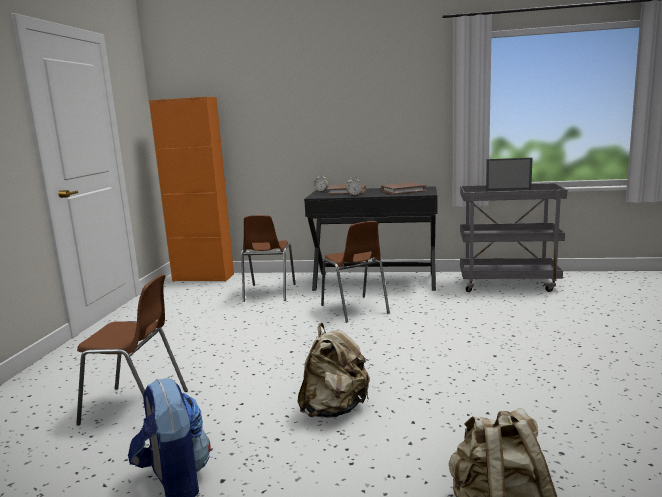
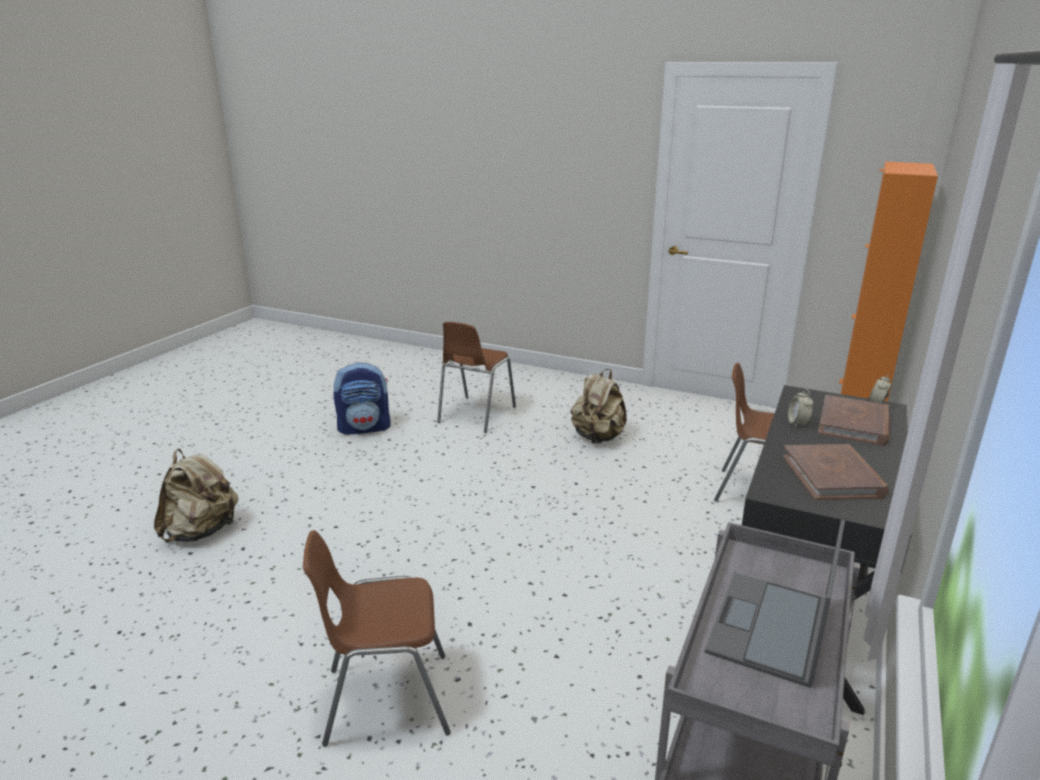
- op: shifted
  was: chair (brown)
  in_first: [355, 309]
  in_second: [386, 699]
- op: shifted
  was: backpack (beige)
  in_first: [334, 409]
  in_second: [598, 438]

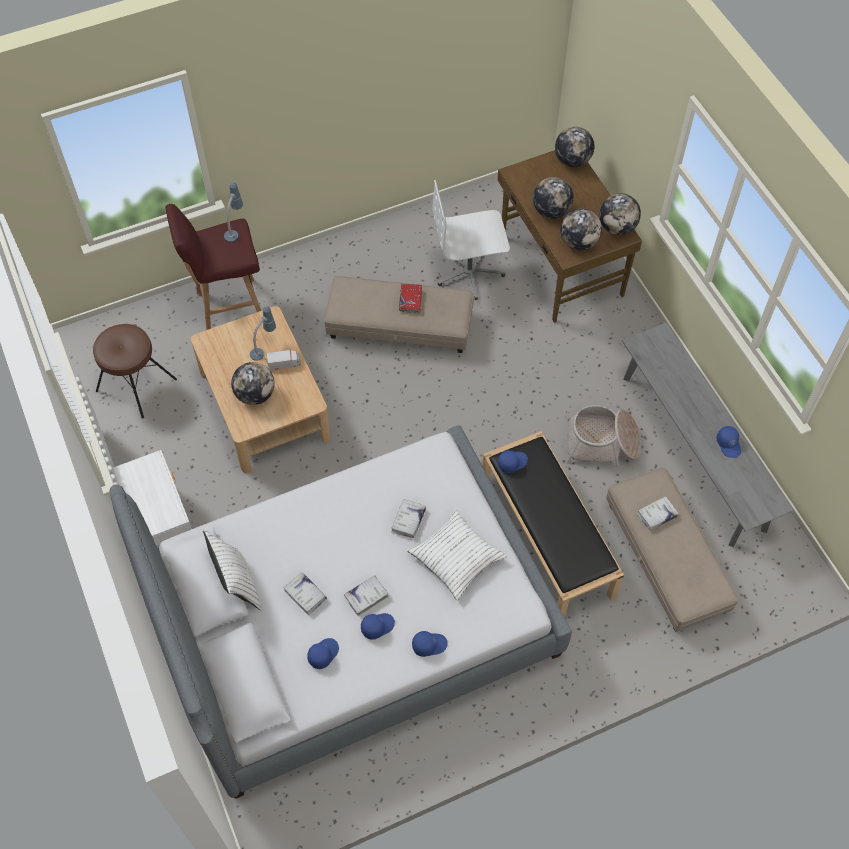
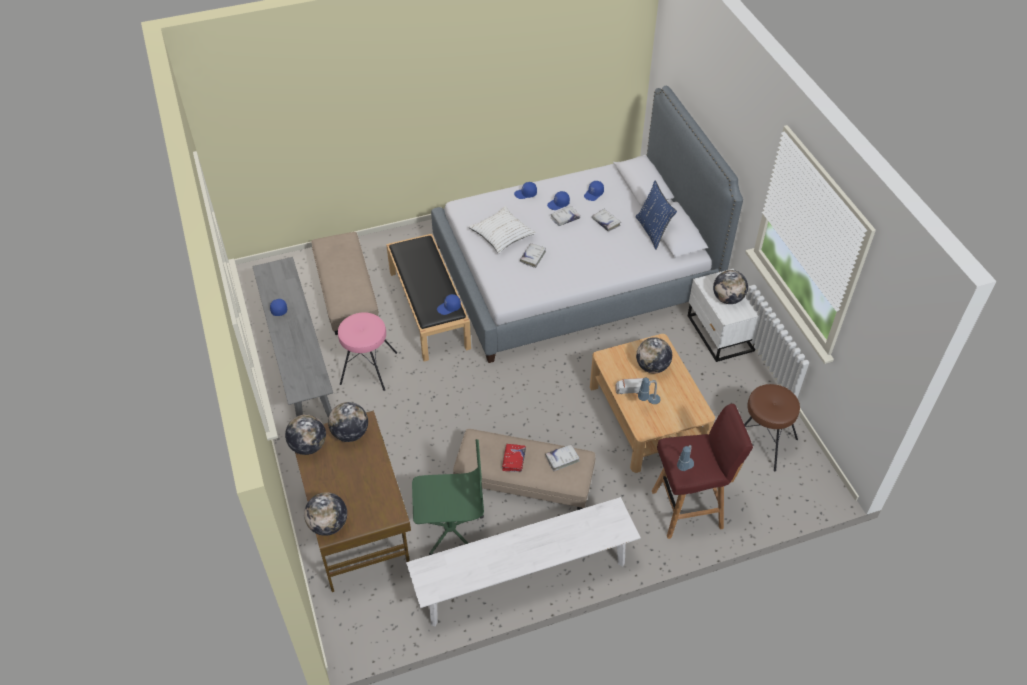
- op: shifted
  was: globe
  in_first: [551, 211]
  in_second: [728, 298]
- op: repainted
  was: office chair (white)
  now: office chair (green)
  in_first: [469, 272]
  in_second: [449, 528]
- op: swapped
  was: basket
  now: stool (pink)
  in_first: [602, 443]
  in_second: [368, 368]
- op: shifted
  was: book (white)
  in_first: [656, 515]
  in_second: [562, 459]
- op: repainted
  was: pillow (white)
  now: pillow (blue)
  in_first: [237, 583]
  in_second: [653, 231]
- op: new
  now: bench (white)
  in_second: [523, 578]

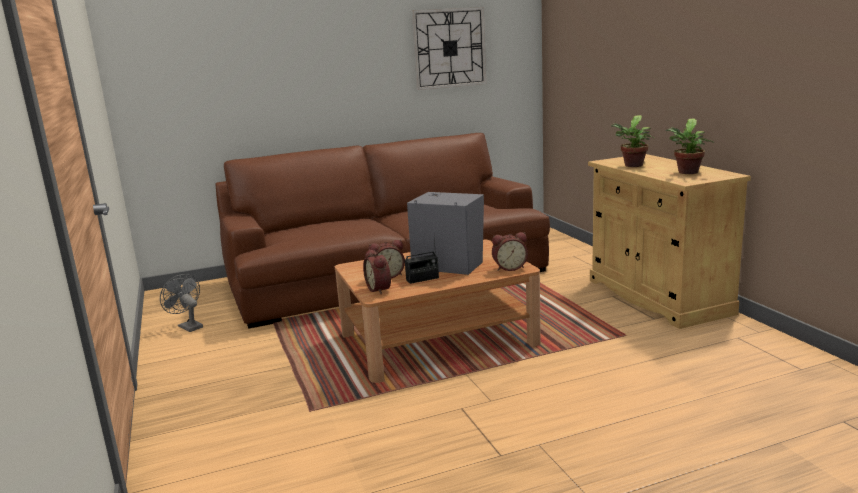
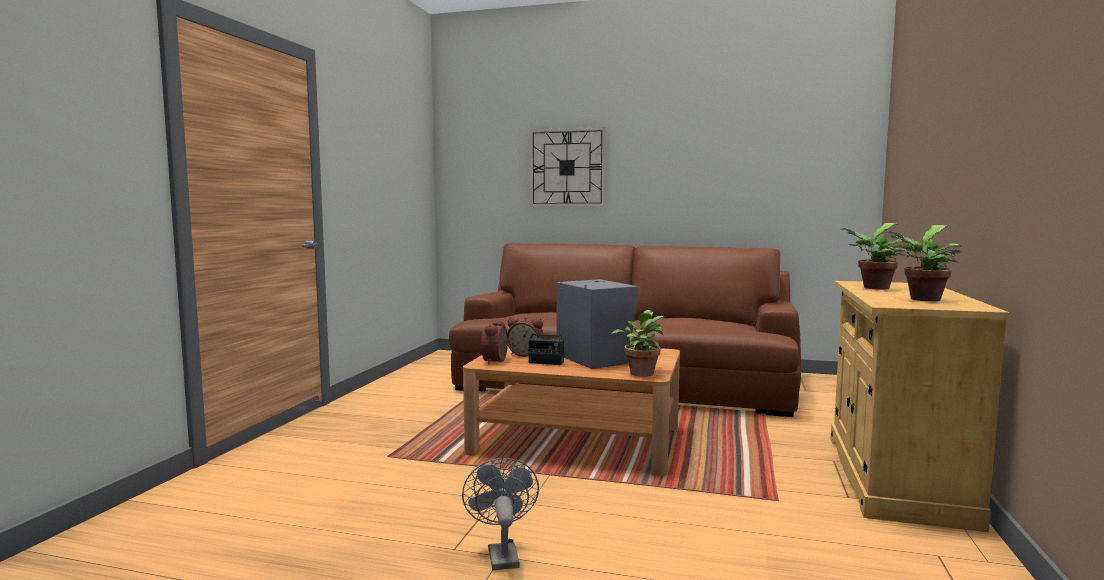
- op: shifted
  was: wall clock
  in_first: [449, 48]
  in_second: [567, 167]
- op: swapped
  was: alarm clock
  now: potted plant
  in_first: [509, 268]
  in_second: [641, 373]
- op: shifted
  was: fan (grey)
  in_first: [188, 326]
  in_second: [501, 554]

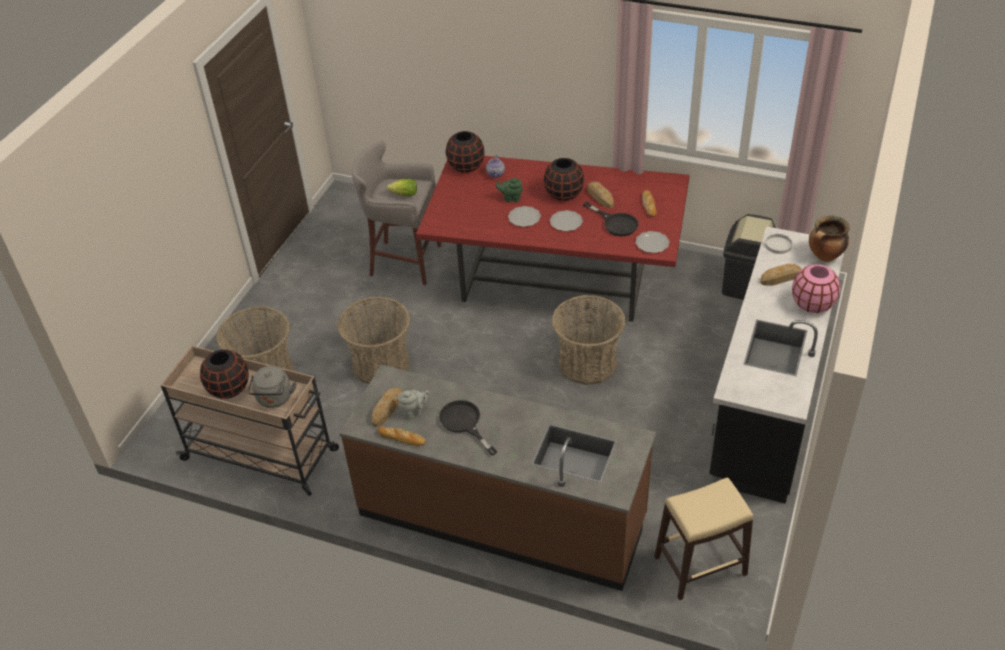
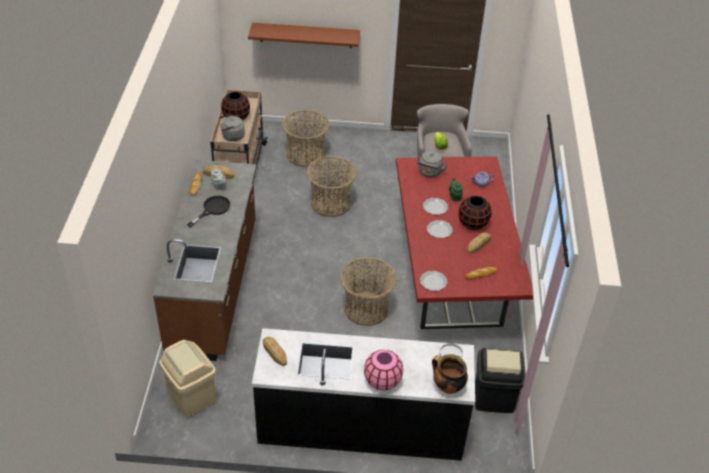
- op: gone
  was: vase (black)
  in_first: [466, 166]
- op: gone
  was: frying pan (black)
  in_first: [616, 223]
- op: shifted
  was: bread
  in_first: [781, 277]
  in_second: [274, 352]
- op: swapped
  was: stool (beige)
  now: trash can (beige)
  in_first: [701, 566]
  in_second: [191, 397]
- op: new
  now: shelf (brown)
  in_second: [306, 35]
- op: new
  now: kettle (grey)
  in_second: [429, 173]

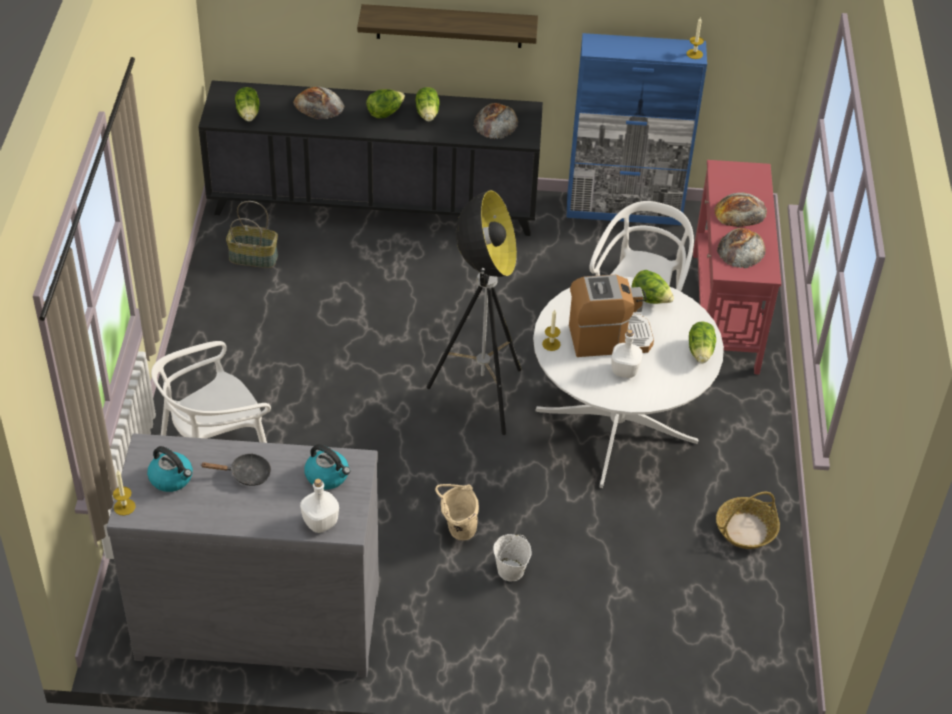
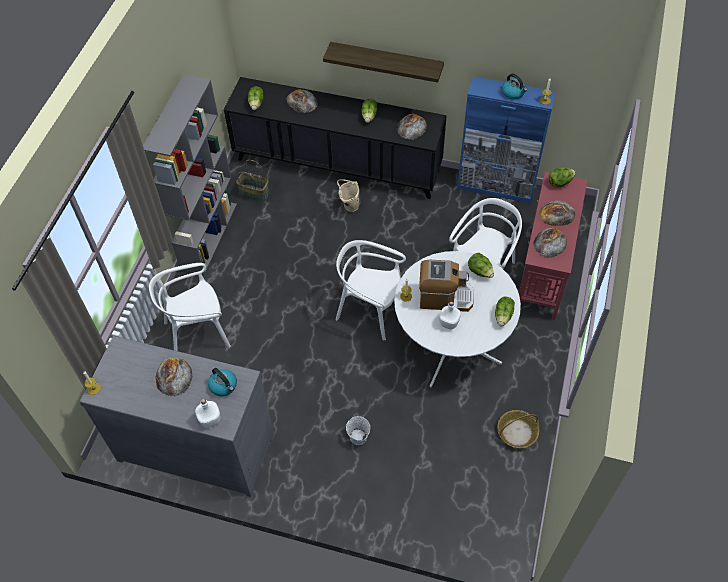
- op: shifted
  was: lettuce
  in_first: [385, 113]
  in_second: [560, 182]
- op: swapped
  was: floor lamp
  now: chair (white)
  in_first: [480, 396]
  in_second: [370, 310]
- op: shifted
  was: kettle
  in_first: [172, 478]
  in_second: [513, 93]
- op: swapped
  was: frying pan (black)
  now: bread
  in_first: [246, 474]
  in_second: [173, 376]
- op: shifted
  was: bucket (beige)
  in_first: [457, 530]
  in_second: [349, 206]
- op: new
  now: bookcase (grey)
  in_second: [208, 235]

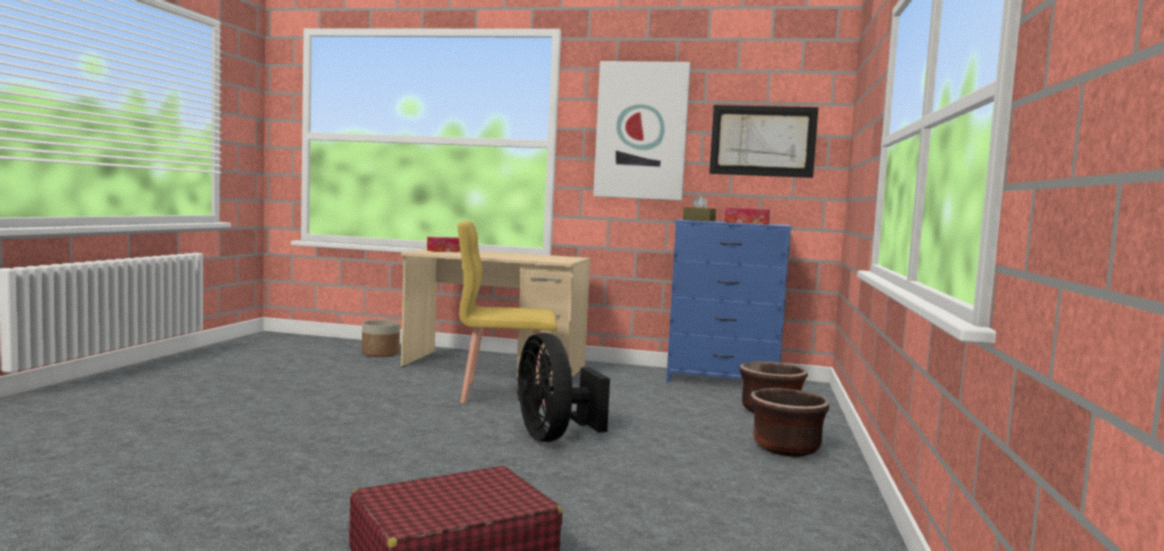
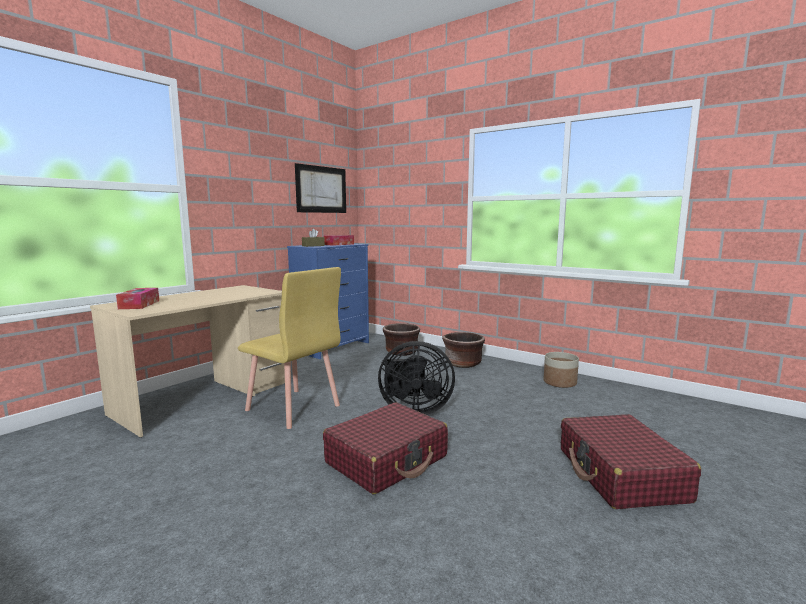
- op: gone
  was: picture
  in_first: [641, 131]
- op: rotated
  was: chair (yellow)
  in_first: [504, 393]
  in_second: [293, 408]
  clockwise: -75
- op: shifted
  was: planter
  in_first: [380, 354]
  in_second: [560, 382]
- op: new
  now: suitcase (red)
  in_second: [387, 460]

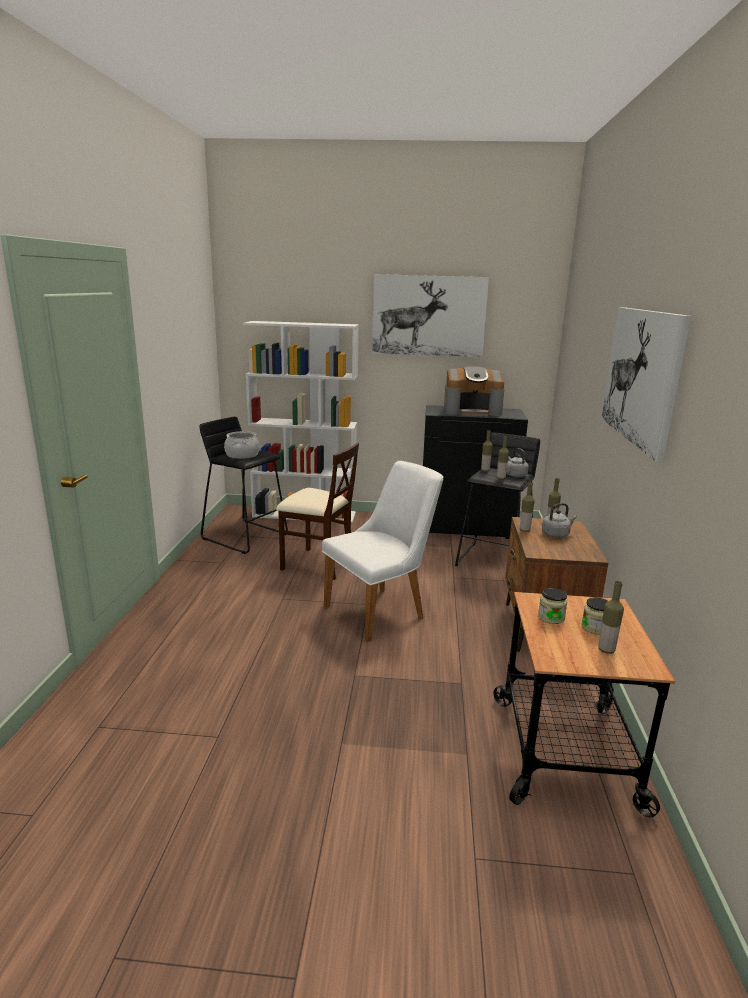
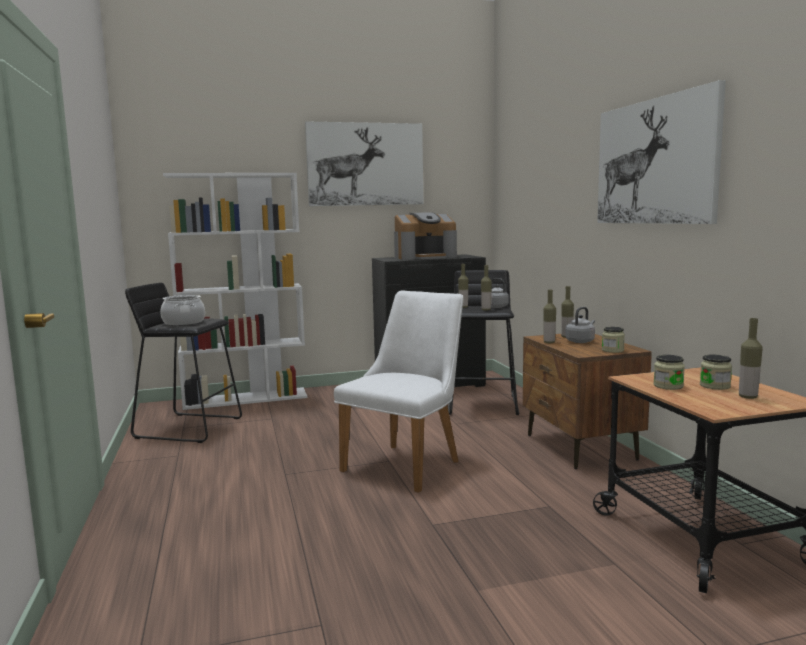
- op: gone
  was: chair (beige)
  in_first: [318, 564]
- op: new
  now: jar
  in_second: [612, 350]

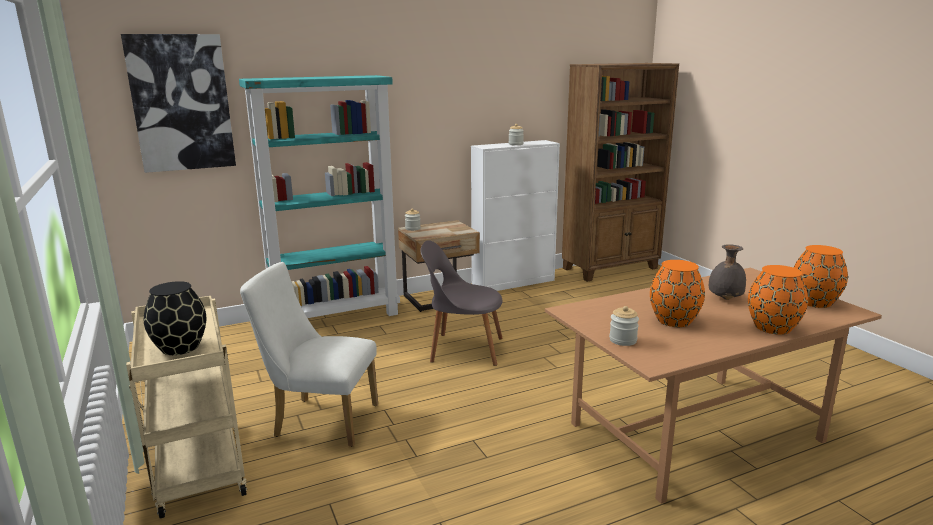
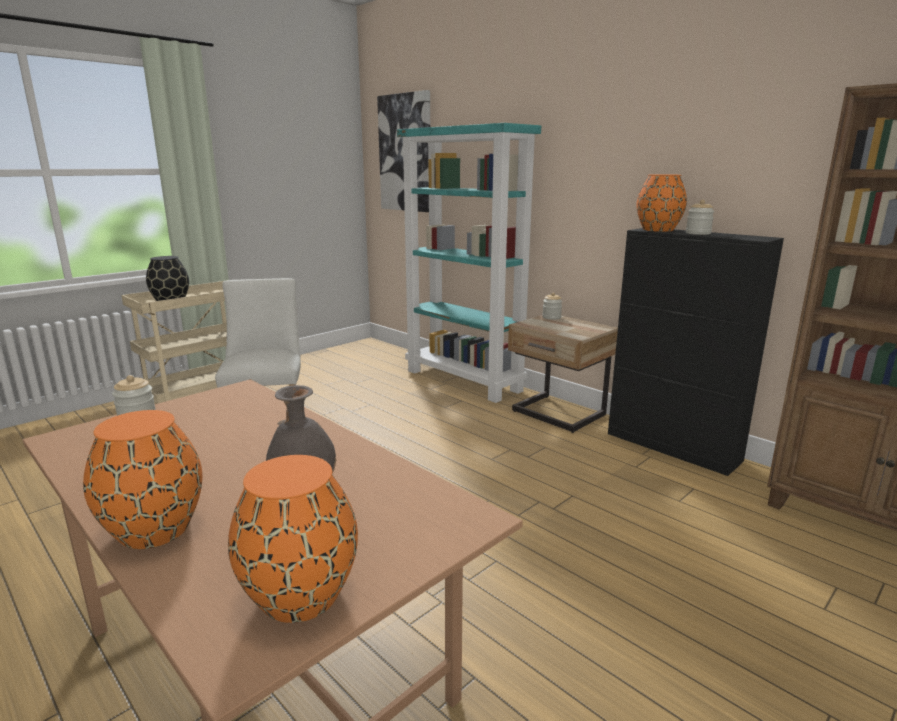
- op: repainted
  was: cabinet (white)
  now: cabinet (black)
  in_first: [513, 282]
  in_second: [673, 447]
- op: gone
  was: chair (grey)
  in_first: [463, 349]
- op: shifted
  was: vase (orange)
  in_first: [674, 321]
  in_second: [657, 230]

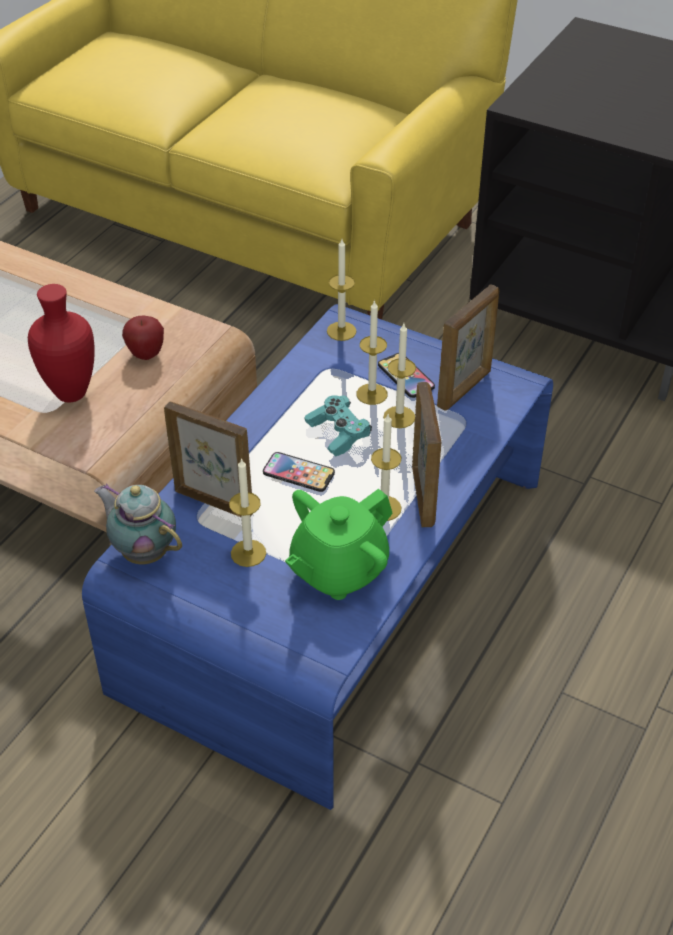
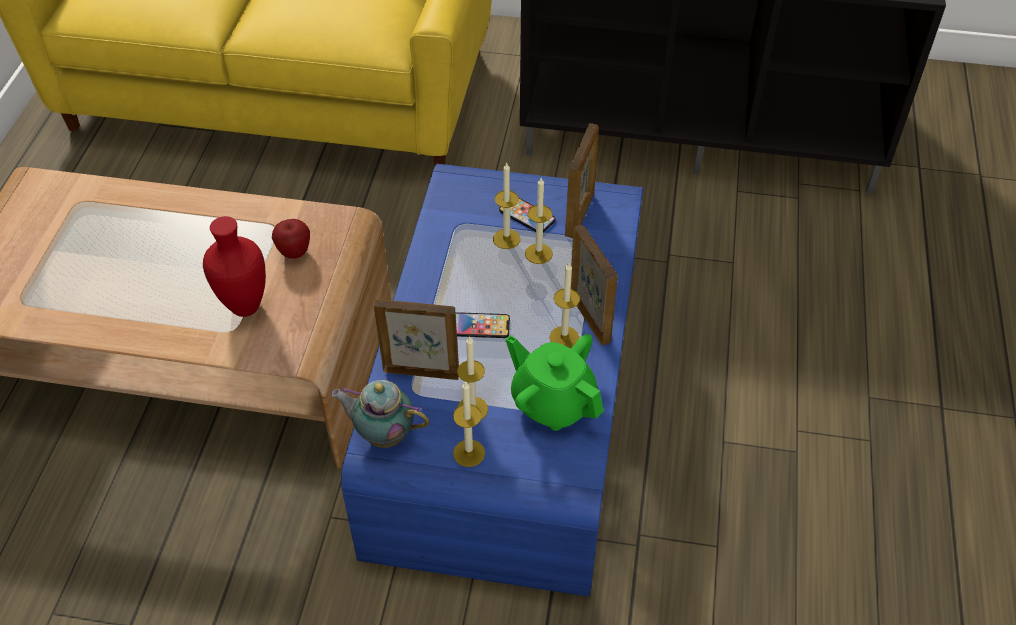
- op: shifted
  was: candle
  in_first: [341, 331]
  in_second: [469, 453]
- op: gone
  was: game controller (turquoise)
  in_first: [338, 433]
- op: rotated
  was: teapot (green)
  in_first: [338, 570]
  in_second: [553, 402]
  clockwise: 105

